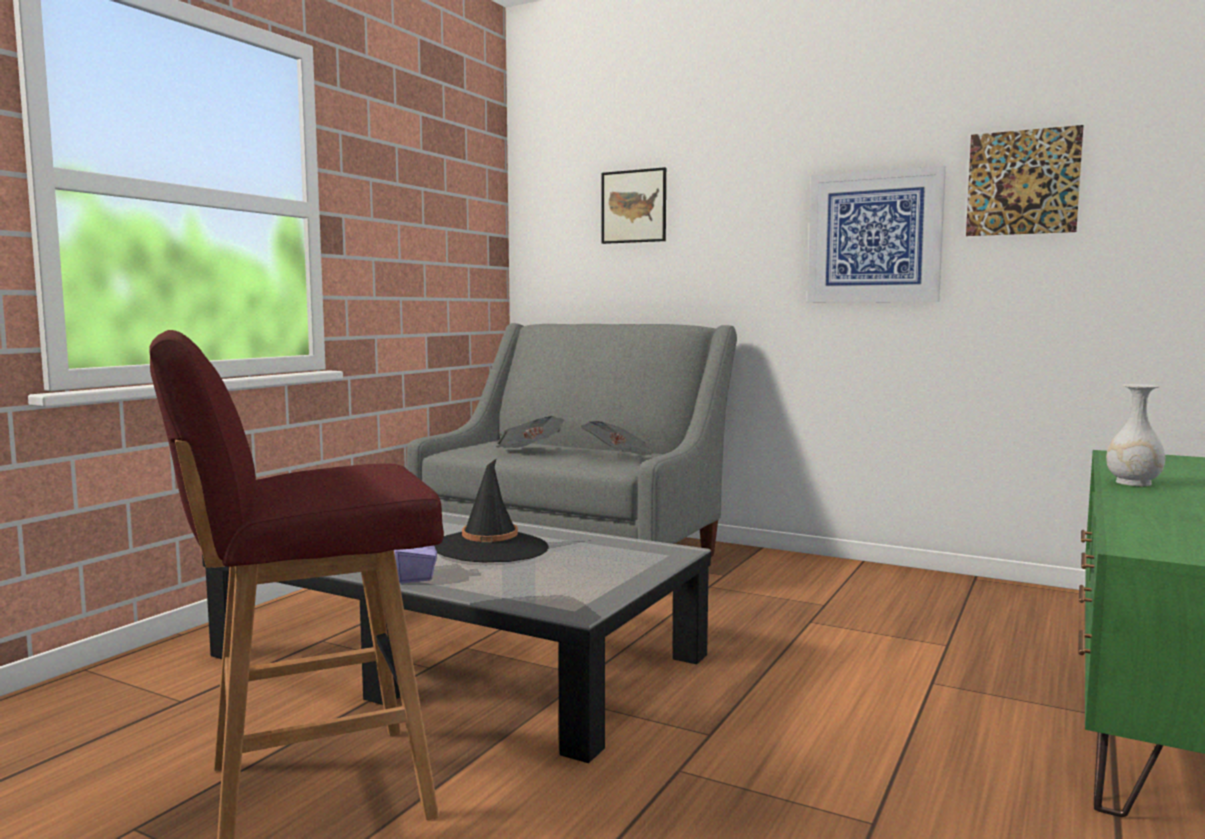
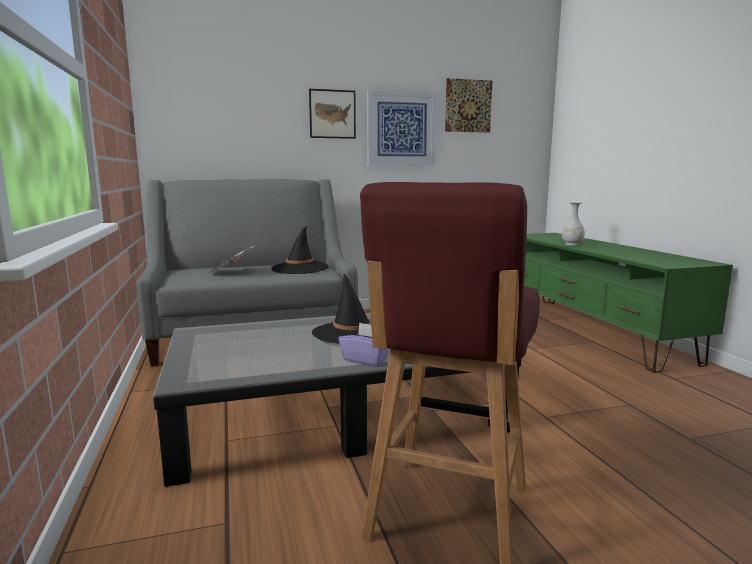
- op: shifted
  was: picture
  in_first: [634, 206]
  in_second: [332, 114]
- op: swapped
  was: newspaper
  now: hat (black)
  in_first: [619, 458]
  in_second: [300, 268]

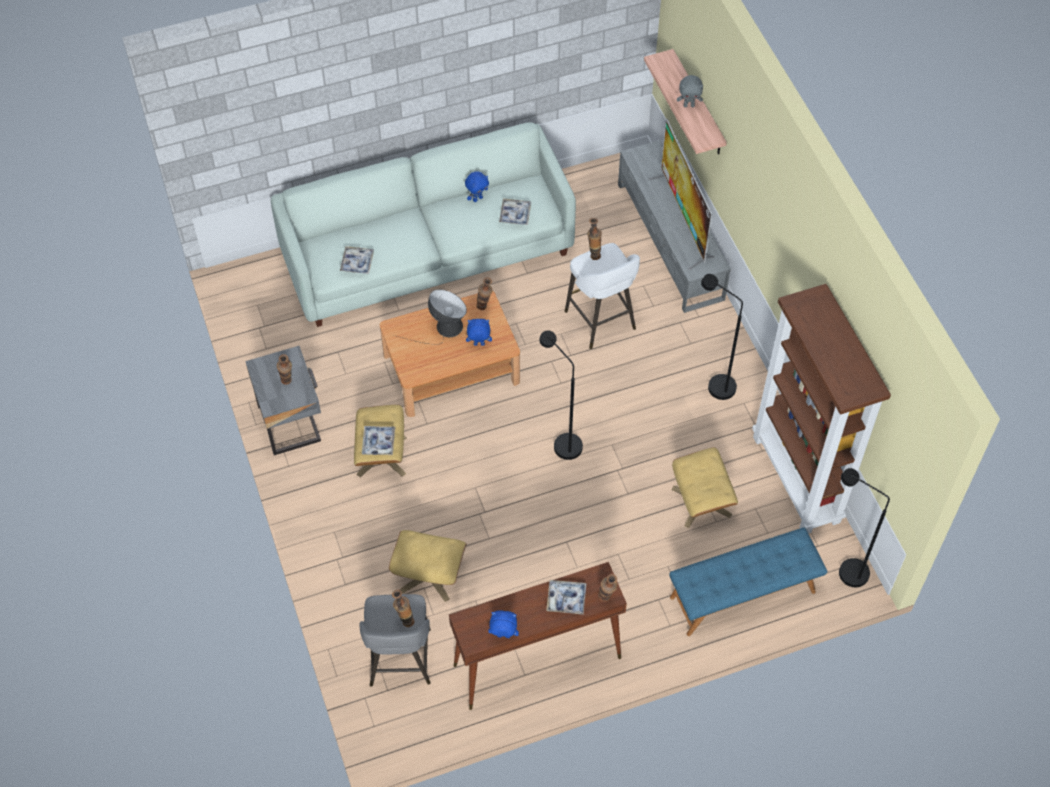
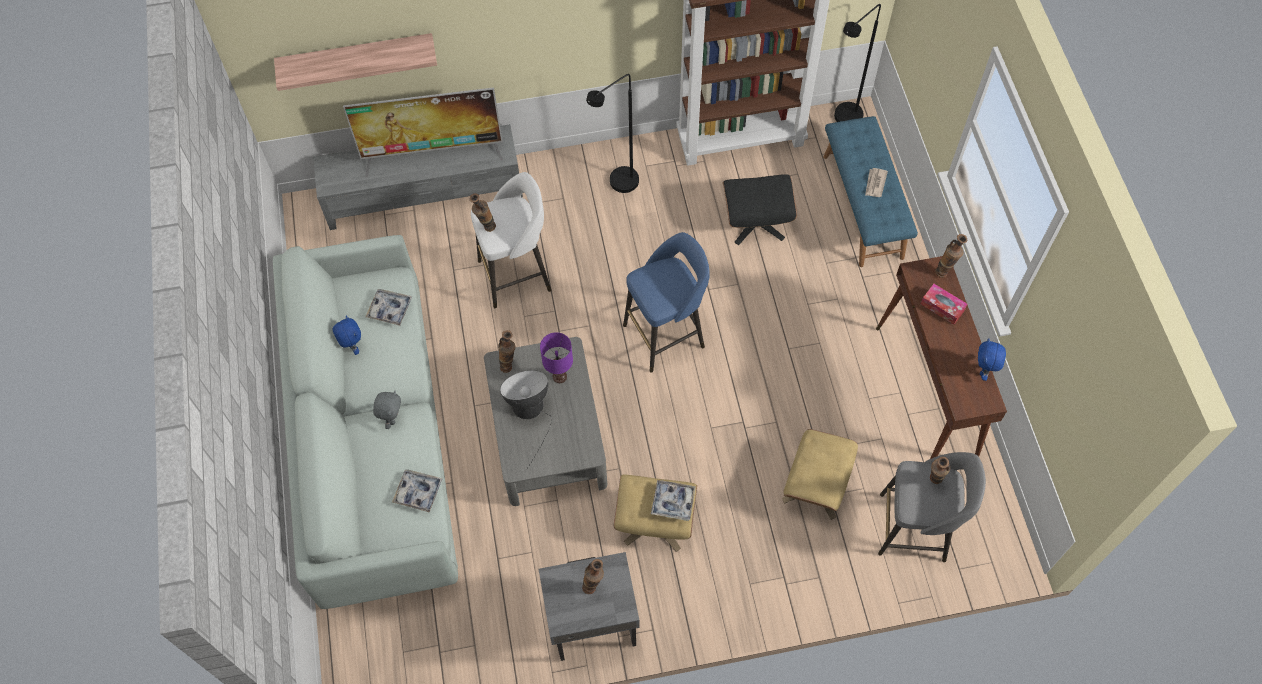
- op: shifted
  was: plush toy (grey)
  in_first: [689, 105]
  in_second: [392, 418]
- op: repainted
  was: coffee table (brown)
  now: coffee table (grey)
  in_first: [451, 368]
  in_second: [547, 433]
- op: swapped
  was: plush toy (blue)
  now: table lamp (purple)
  in_first: [479, 345]
  in_second: [560, 377]
- op: swapped
  was: floor lamp (black)
  now: stool (blue)
  in_first: [562, 442]
  in_second: [666, 335]
- op: repainted
  was: ottoman (beige)
  now: ottoman (black)
  in_first: [701, 502]
  in_second: [756, 221]
- op: swapped
  was: tray
  now: tissue box
  in_first: [566, 599]
  in_second: [942, 307]
- op: new
  now: newspaper
  in_second: [875, 183]

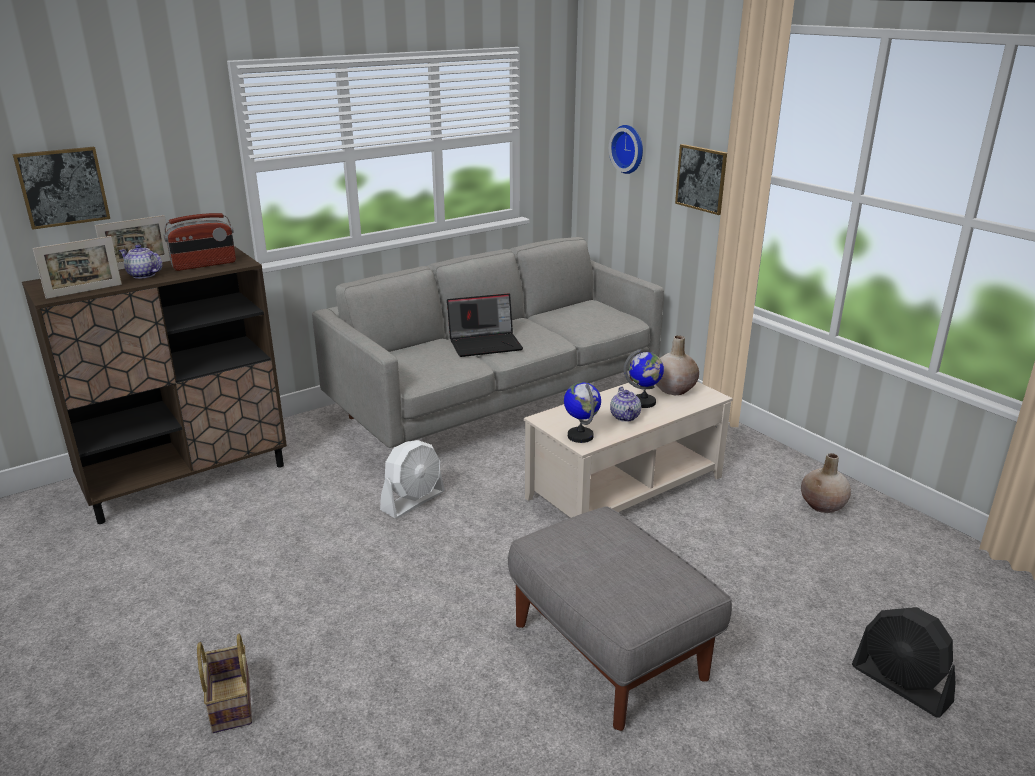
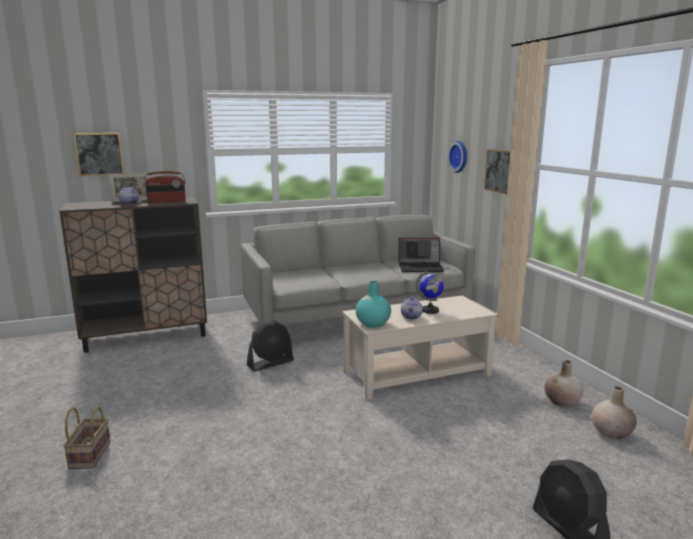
- op: gone
  was: picture frame
  in_first: [84, 291]
- op: shifted
  was: laptop
  in_first: [486, 344]
  in_second: [421, 267]
- op: shifted
  was: vase (beige)
  in_first: [674, 389]
  in_second: [611, 432]
- op: swapped
  was: globe
  now: vase (turquoise)
  in_first: [580, 436]
  in_second: [373, 323]
- op: repainted
  was: fan (white)
  now: fan (black)
  in_first: [413, 501]
  in_second: [270, 363]
- op: gone
  was: ottoman (grey)
  in_first: [610, 651]

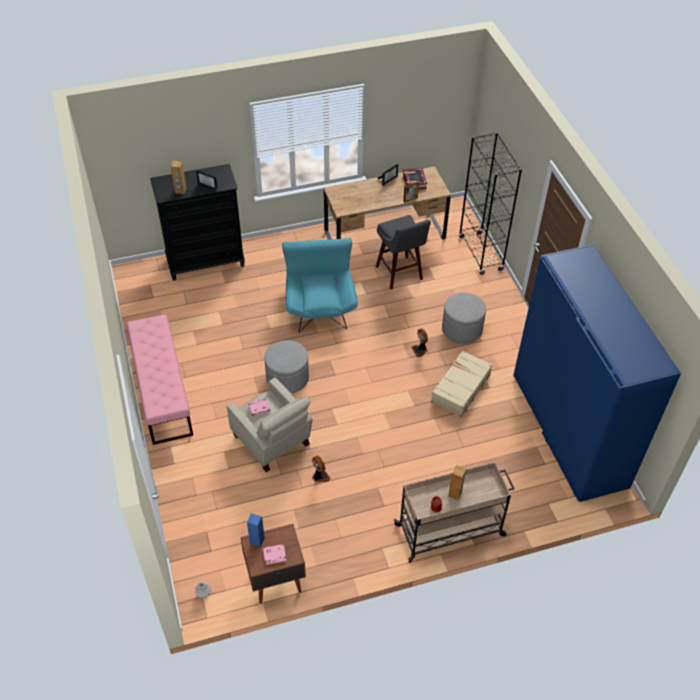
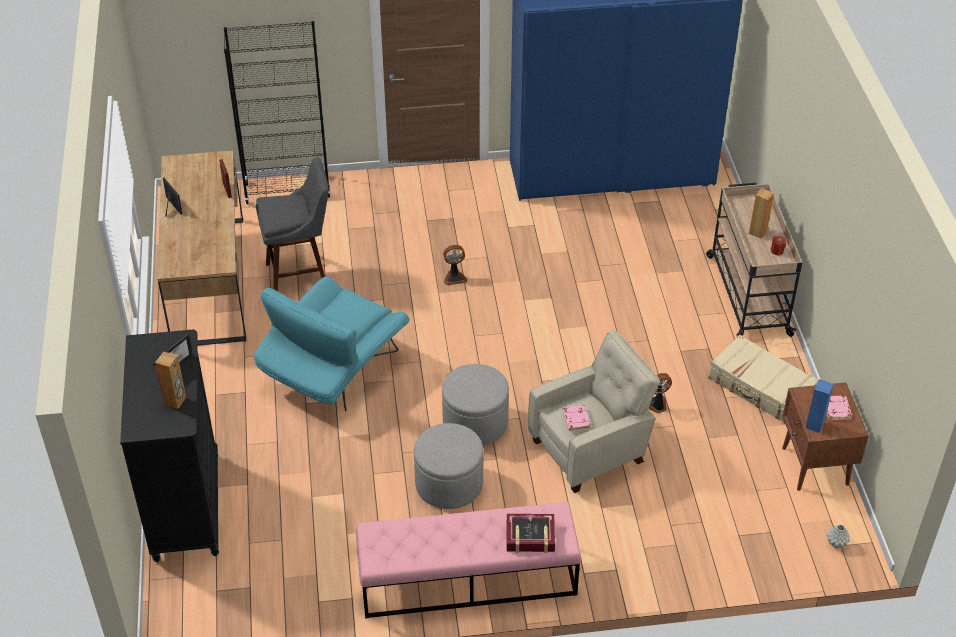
- op: shifted
  was: book
  in_first: [414, 181]
  in_second: [530, 537]
- op: rotated
  was: armchair (turquoise)
  in_first: [319, 304]
  in_second: [333, 371]
  clockwise: -60
- op: shifted
  was: ottoman (grey)
  in_first: [462, 329]
  in_second: [449, 484]
- op: shifted
  was: suitcase (beige)
  in_first: [460, 388]
  in_second: [761, 388]

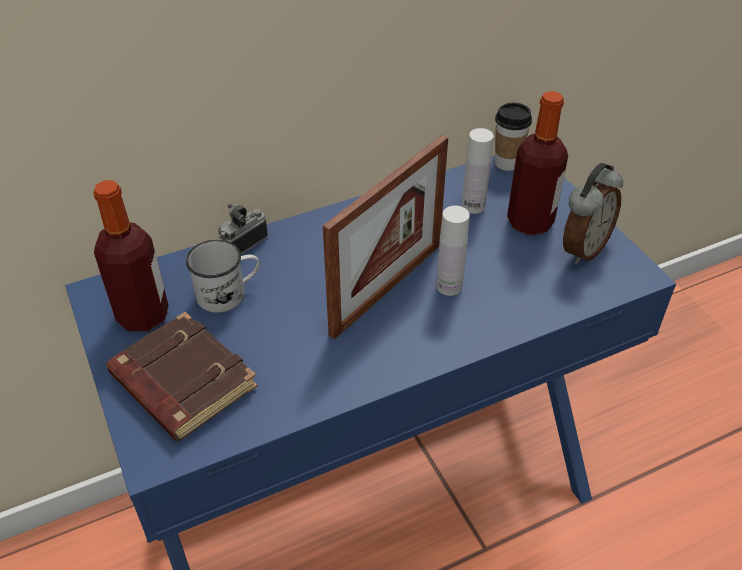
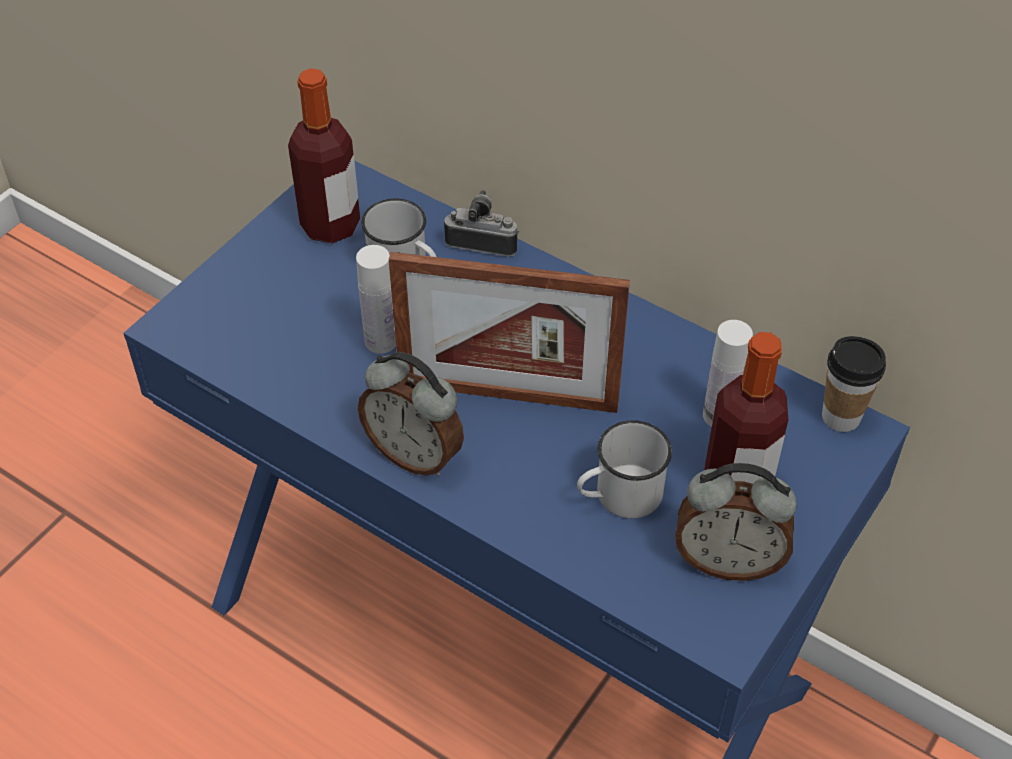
- op: shifted
  was: bottle (white)
  in_first: [449, 286]
  in_second: [381, 341]
- op: gone
  was: book (brown)
  in_first: [181, 382]
- op: new
  now: alarm clock
  in_second: [415, 454]
- op: new
  now: mug (white)
  in_second: [619, 496]

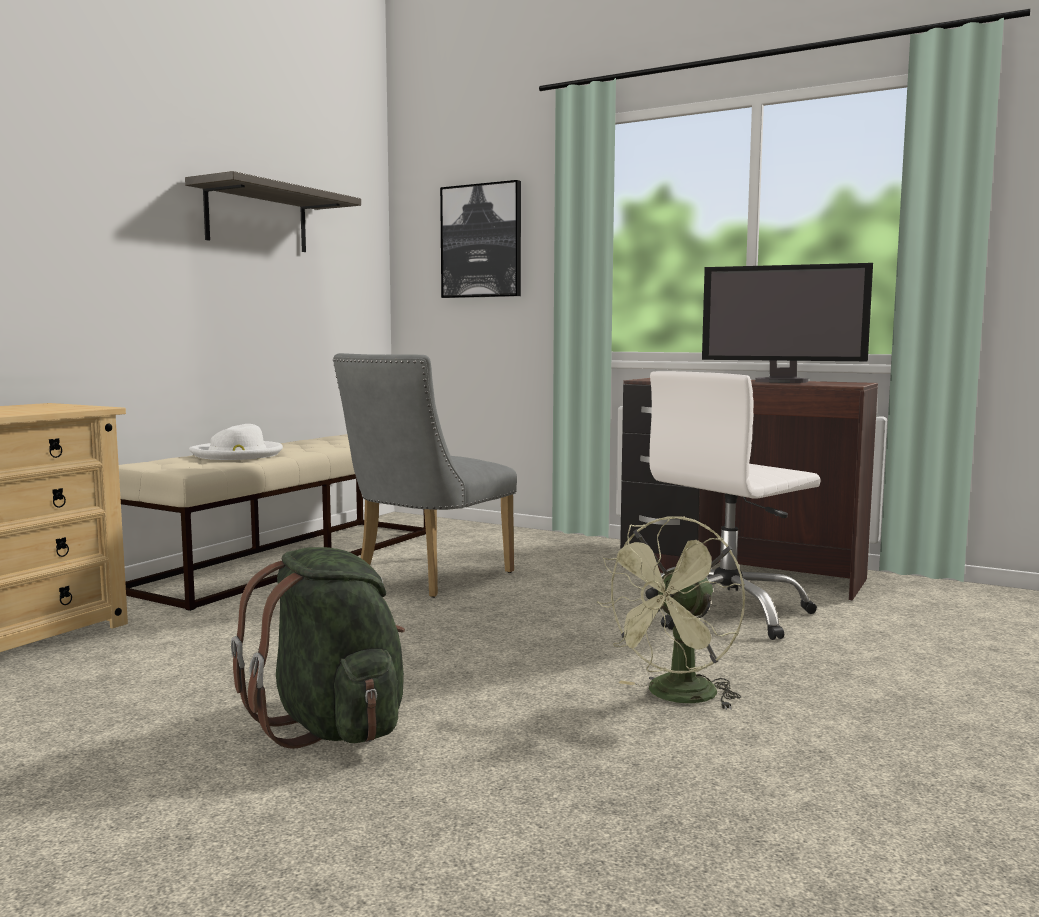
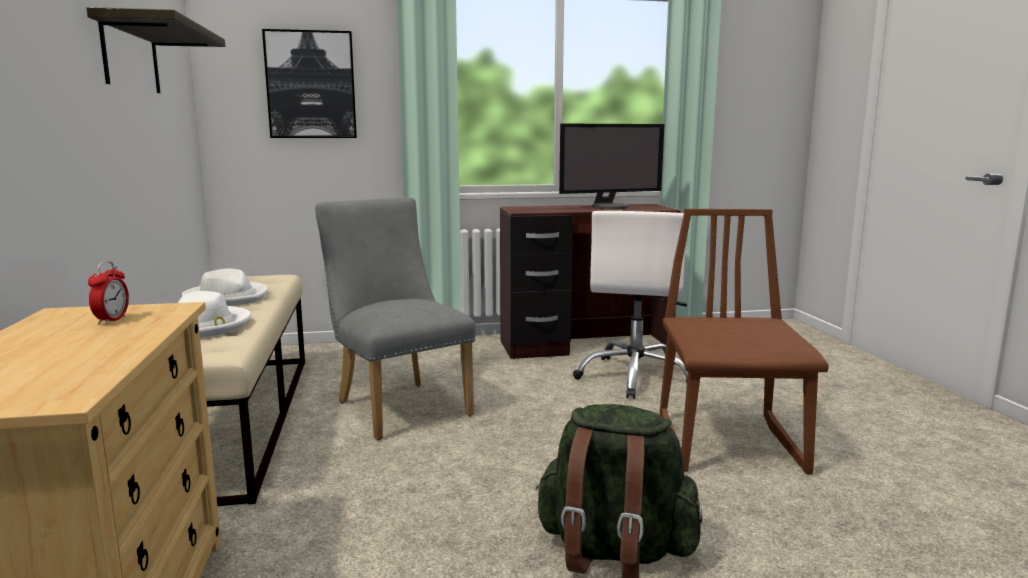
- op: rotated
  was: chair (grey)
  in_first: [426, 579]
  in_second: [398, 406]
  clockwise: 150
- op: swapped
  was: fan (green)
  now: chair (brown)
  in_first: [676, 697]
  in_second: [730, 444]
- op: new
  now: alarm clock
  in_second: [112, 320]
- op: new
  now: hat (white)
  in_second: [227, 298]

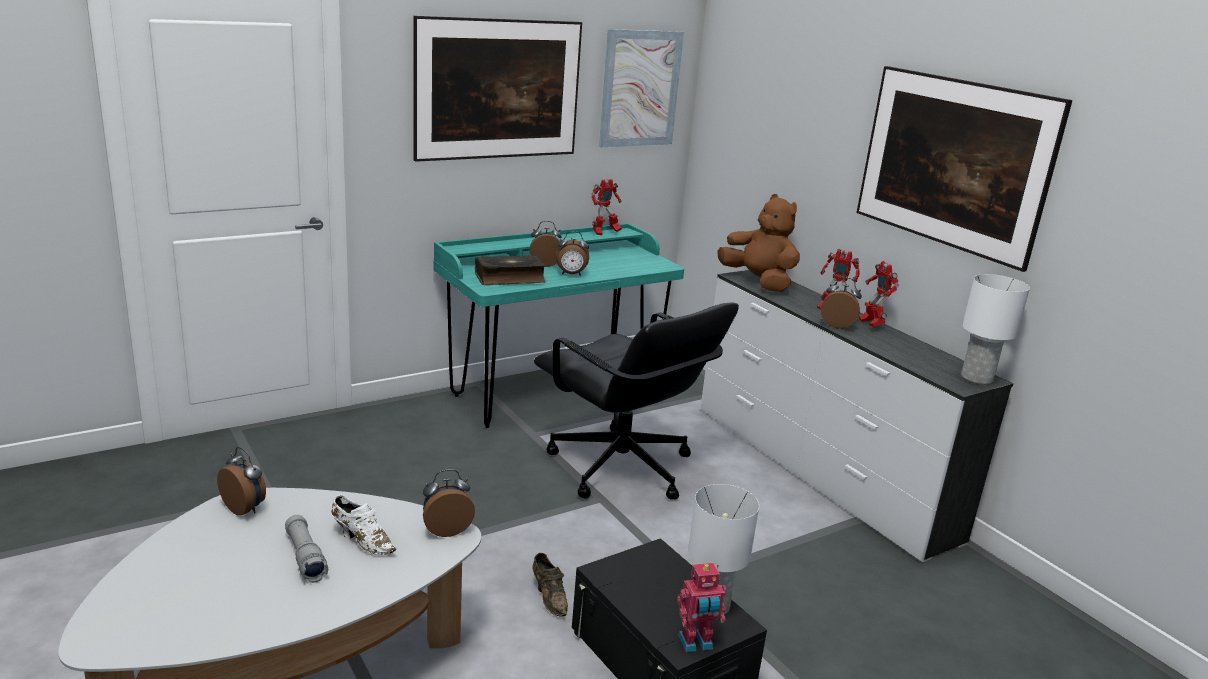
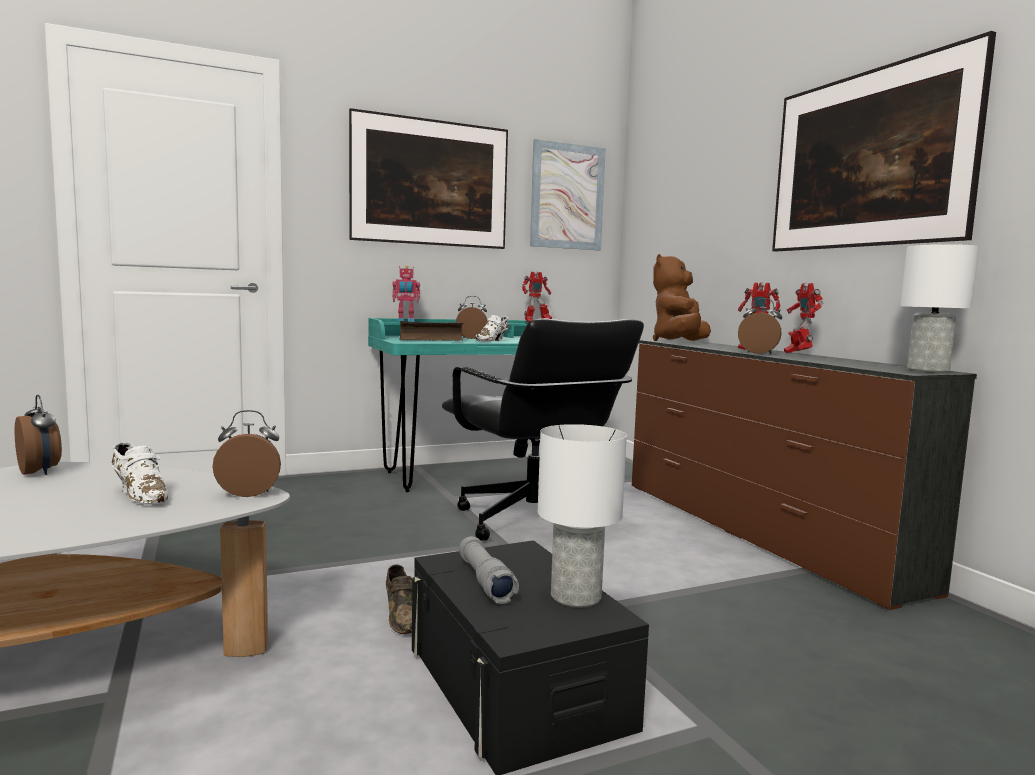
- op: rotated
  was: plush toy (brown)
  in_first: [758, 282]
  in_second: [679, 342]
  clockwise: -120
- op: swapped
  was: alarm clock
  now: shoe (white)
  in_first: [571, 274]
  in_second: [493, 341]
- op: repainted
  was: dresser (white)
  now: dresser (brown)
  in_first: [818, 470]
  in_second: [756, 531]
- op: shifted
  was: flashlight (grey)
  in_first: [305, 557]
  in_second: [485, 581]
- op: shifted
  was: toy robot
  in_first: [696, 643]
  in_second: [406, 321]

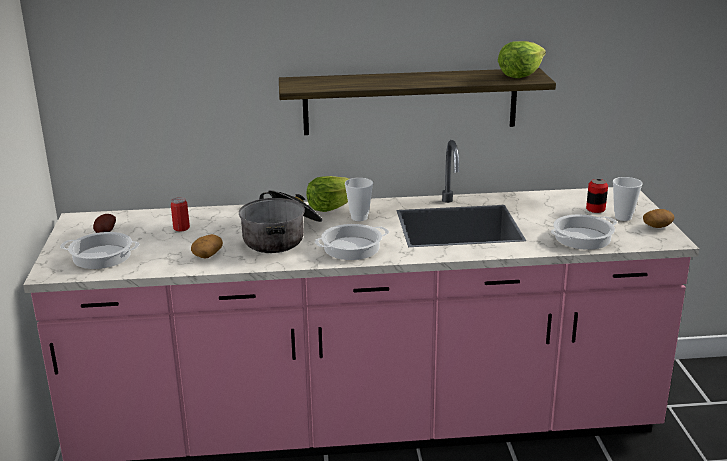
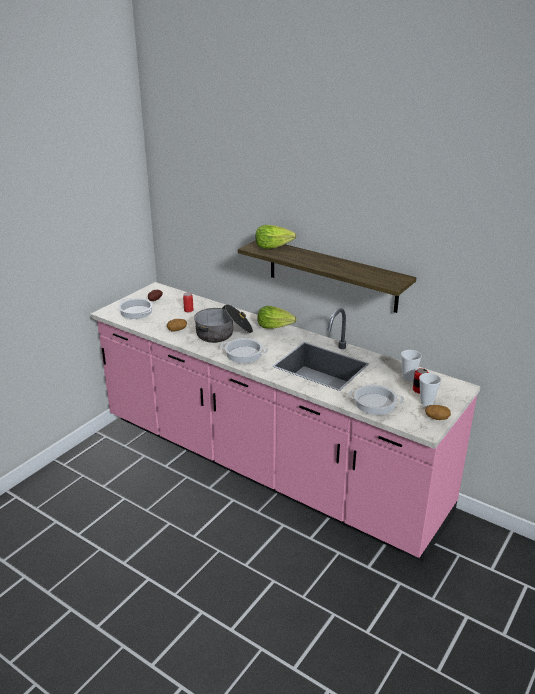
- op: shifted
  was: lettuce
  in_first: [520, 74]
  in_second: [273, 246]
- op: shifted
  was: cup
  in_first: [359, 217]
  in_second: [408, 378]

